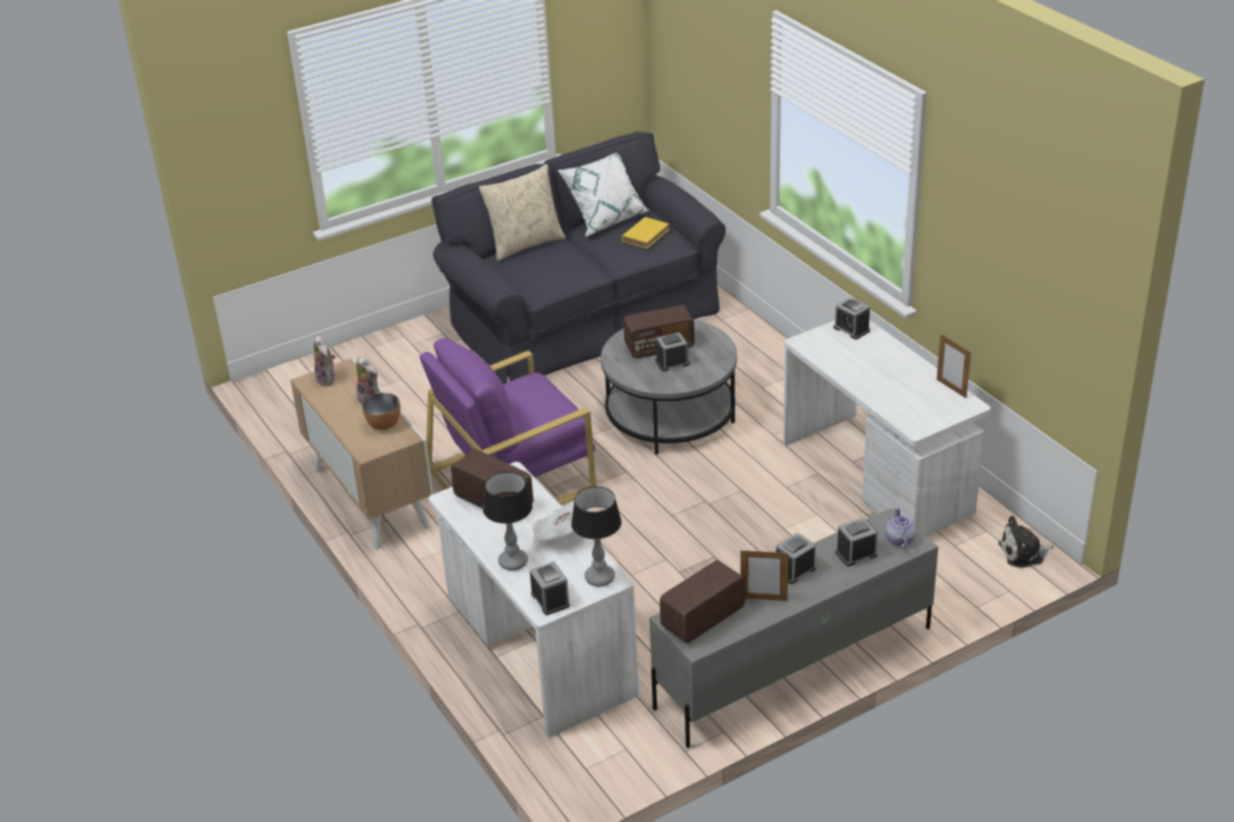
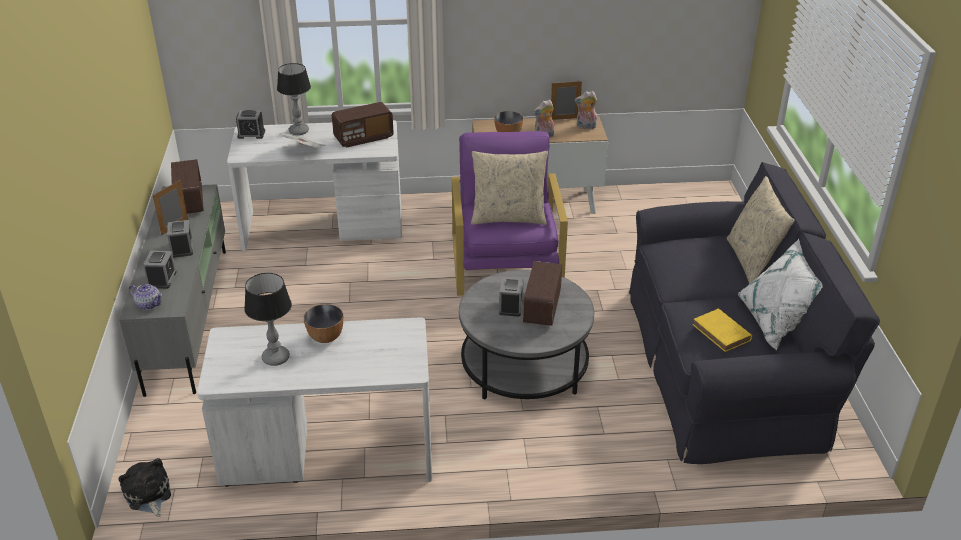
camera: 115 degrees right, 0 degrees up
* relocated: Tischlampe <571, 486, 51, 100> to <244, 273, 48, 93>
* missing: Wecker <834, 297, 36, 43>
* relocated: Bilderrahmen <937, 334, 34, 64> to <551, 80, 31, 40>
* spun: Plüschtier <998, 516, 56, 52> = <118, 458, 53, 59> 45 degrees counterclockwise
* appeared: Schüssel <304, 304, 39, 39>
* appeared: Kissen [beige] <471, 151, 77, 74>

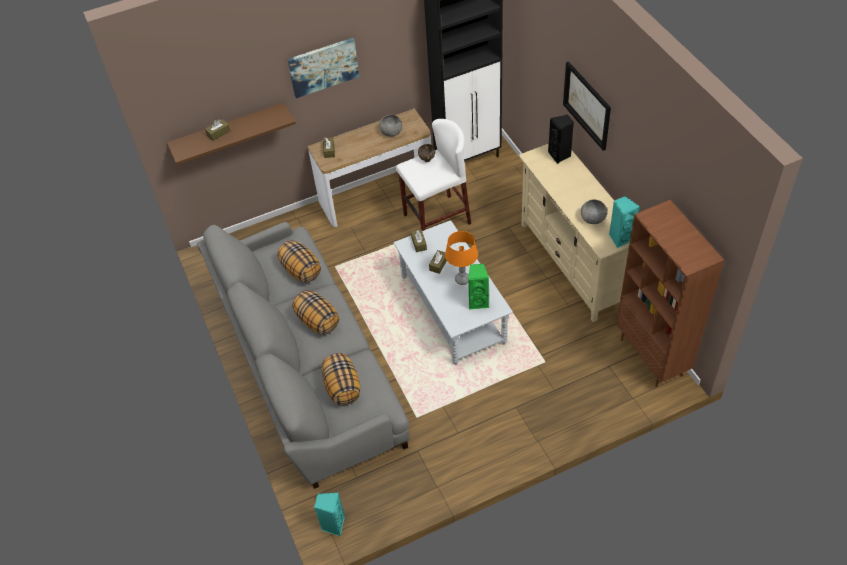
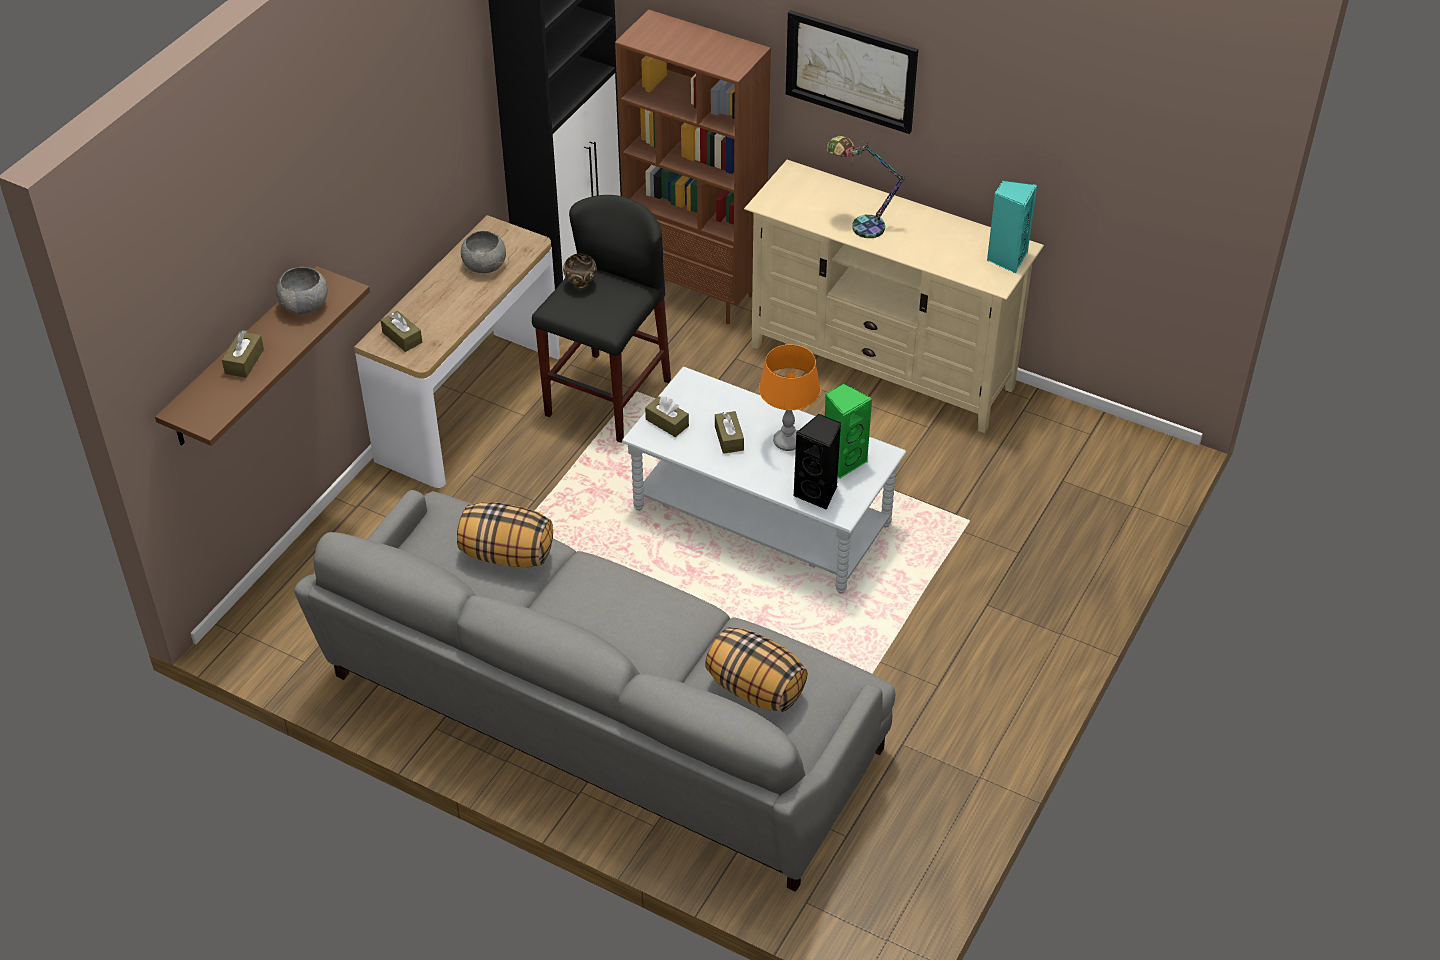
camera: 40 degrees left, 5 degrees down
* missing: Bild <287, 38, 72, 60>
* missing: Kissen <293, 290, 46, 45>
* missing: Lautsprecher [türkis] <314, 493, 31, 43>
* colour: Hocker [weiß] <396, 119, 75, 112> to Hocker [schwarz] <532, 195, 139, 248>
* relocated: Lautsprecher [schwarz] <548, 115, 26, 49> to <794, 414, 47, 96>
* relocated: Schüssel [grau] <581, 199, 26, 25> to <276, 267, 52, 47>
* relocated: Bücherregal [braun] <616, 200, 108, 187> to <615, 9, 156, 315>
* appeared: Tischlampe <826, 136, 82, 102>

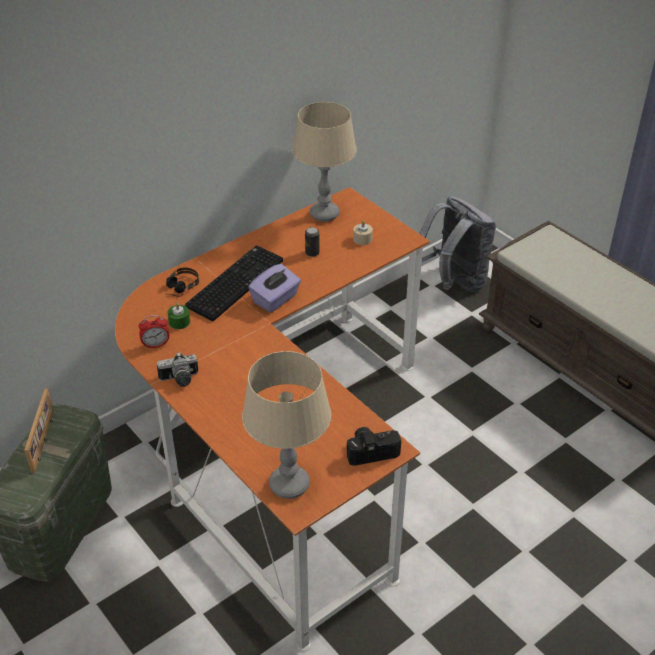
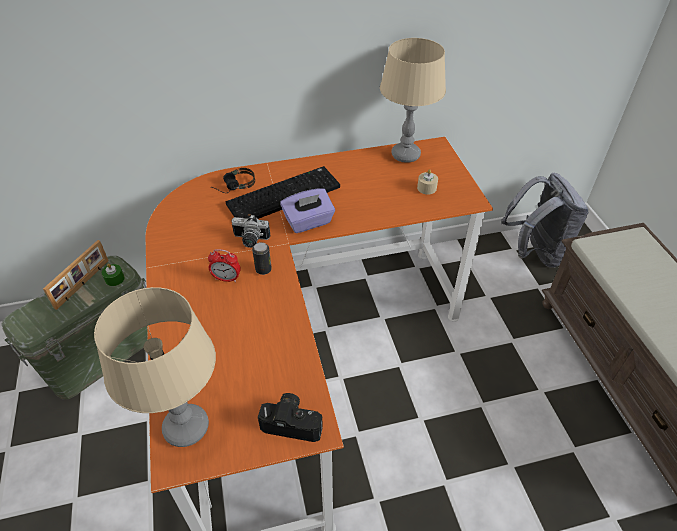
camera: 25 degrees right, 5 degrees up
* relocated: Wecker <139, 315, 30, 34> to <208, 249, 33, 33>
* relocated: Kamera <157, 352, 41, 35> to <232, 215, 39, 33>
* relocated: Kerze [grün] <167, 303, 23, 26> to <102, 264, 23, 22>
* relocated: Dose <305, 227, 14, 30> to <252, 242, 20, 33>

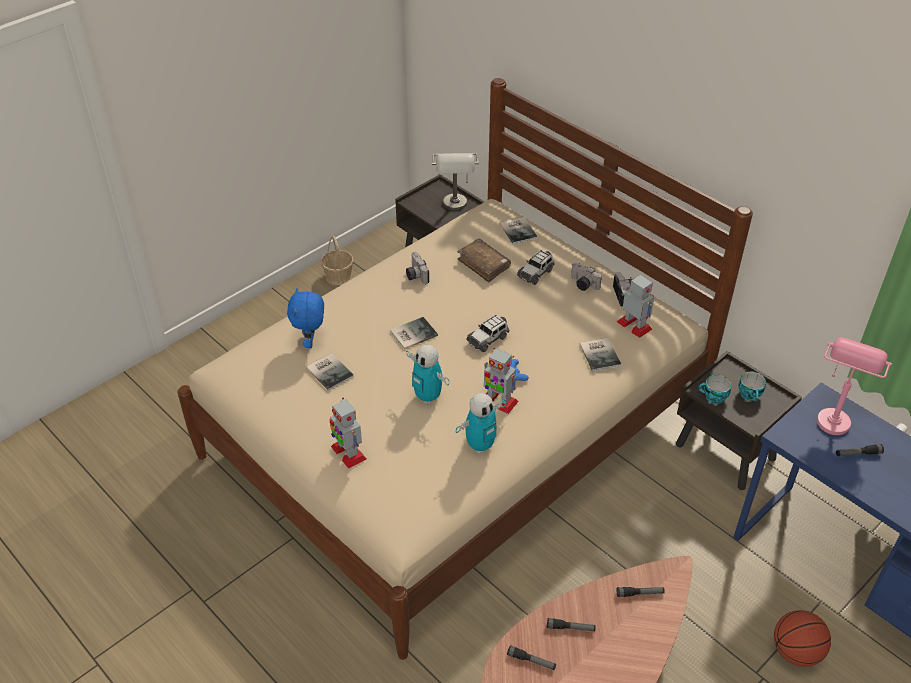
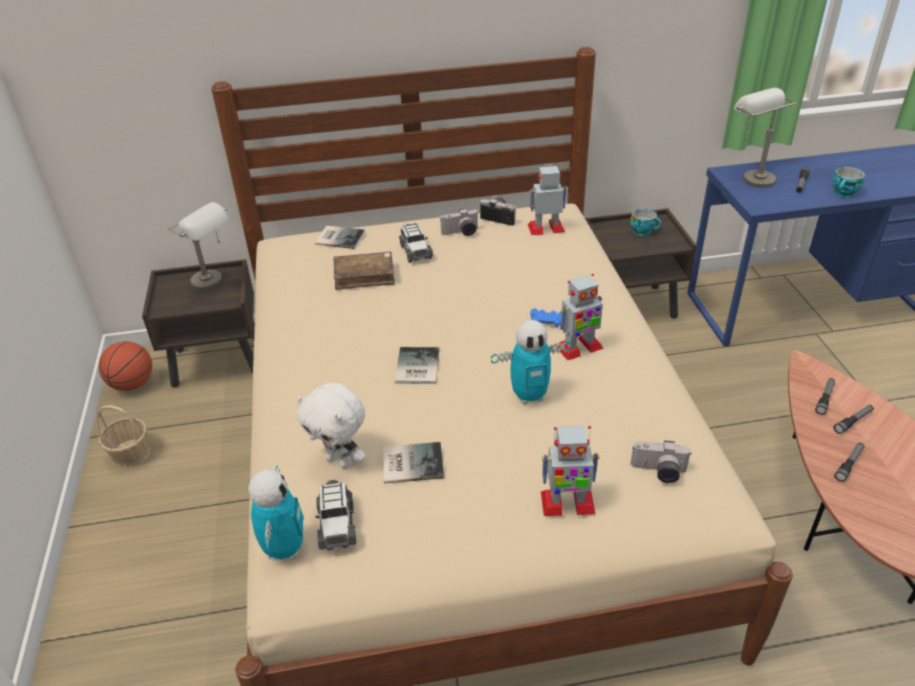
camera: 55 degrees left, 5 degrees down
* colour: Plüschtier [blau] <287, 288, 37, 60> to Plüschtier [weiß] <297, 383, 68, 86>
* relocated: Kamera <406, 252, 23, 32> to <630, 441, 62, 42>
* relocated: Spielzeugroboter <455, 393, 51, 61> to <248, 466, 56, 94>
* relocated: Spielzeugauto <466, 315, 43, 37> to <316, 480, 40, 70>
* relocated: Taschenlampe <507, 645, 49, 25> to <833, 405, 41, 29>
* missing: Buch <579, 338, 42, 33>
* relocated: Tasse <699, 375, 32, 29> to <832, 167, 33, 30>
* relocated: Basketball <774, 610, 57, 57> to <99, 341, 53, 50>
* colour: Tischlampe [rosa] <817, 337, 75, 98> to Tischlampe [grau] <734, 88, 62, 100>

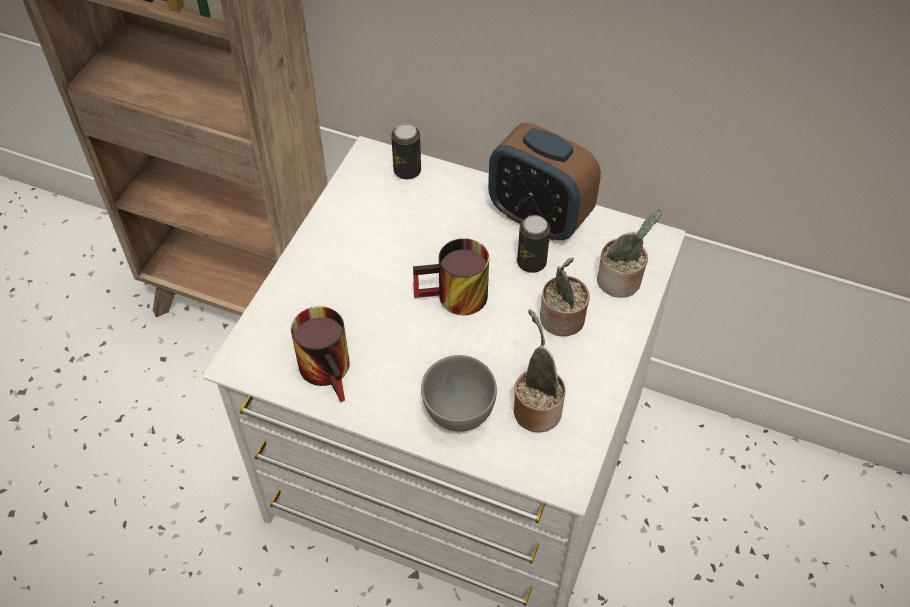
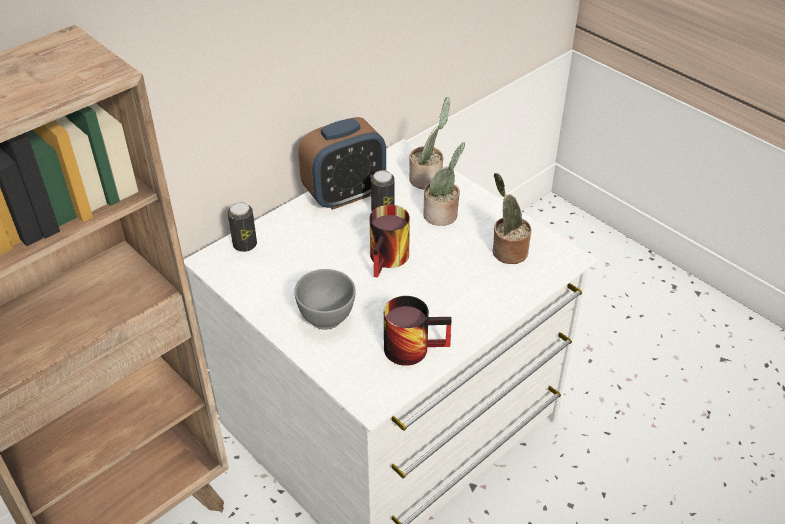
camera: 65 degrees left, 10 degrees down
* relocated: Schüssel [grau] <421, 355, 76, 77> to <295, 269, 61, 61>

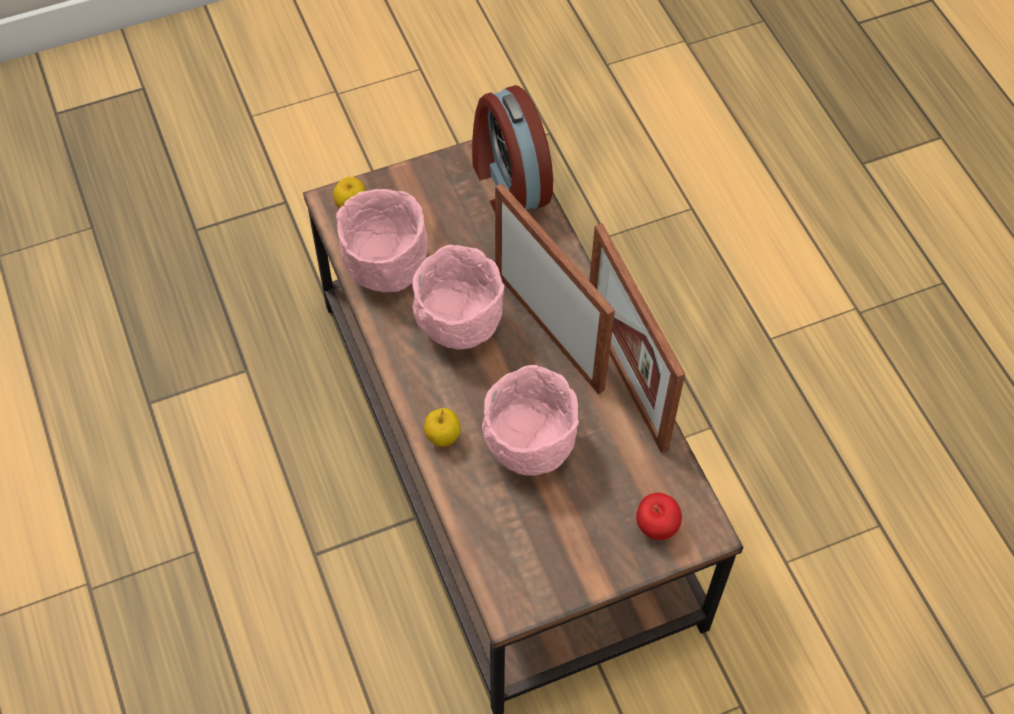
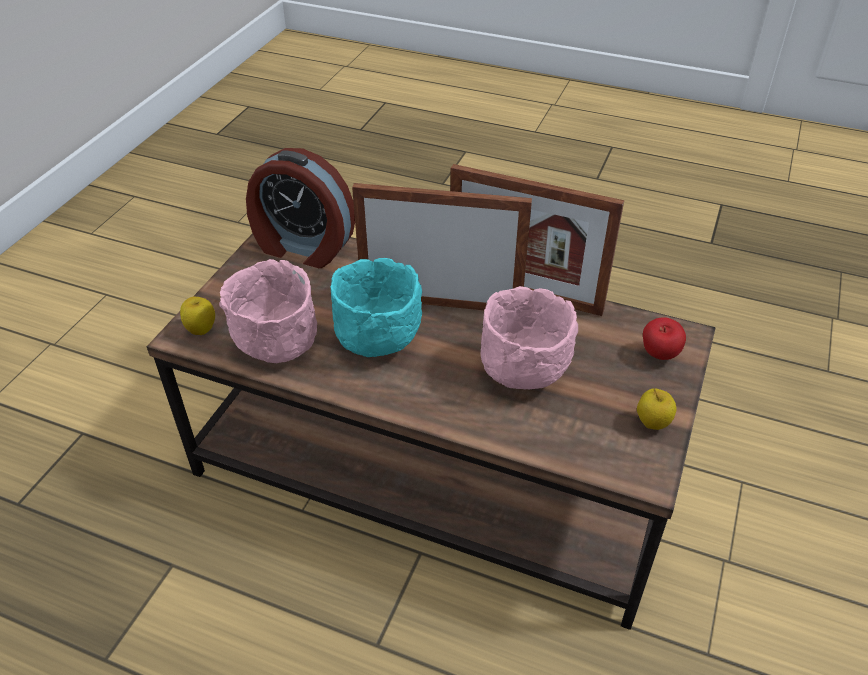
camera: 45 degrees left, 15 degrees down
* colour: Schüssel [rosa] <412, 245, 93, 105> to Schüssel [türkis] <331, 258, 91, 99>
* relocated: Apfel <424, 408, 37, 39> to <637, 388, 39, 42>

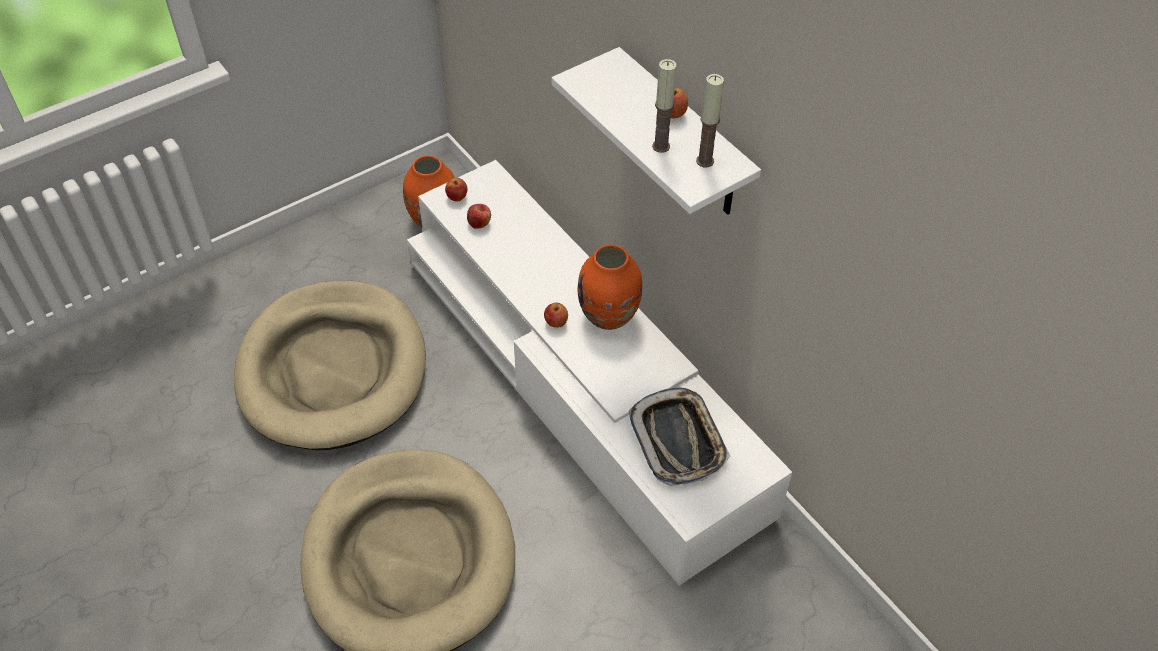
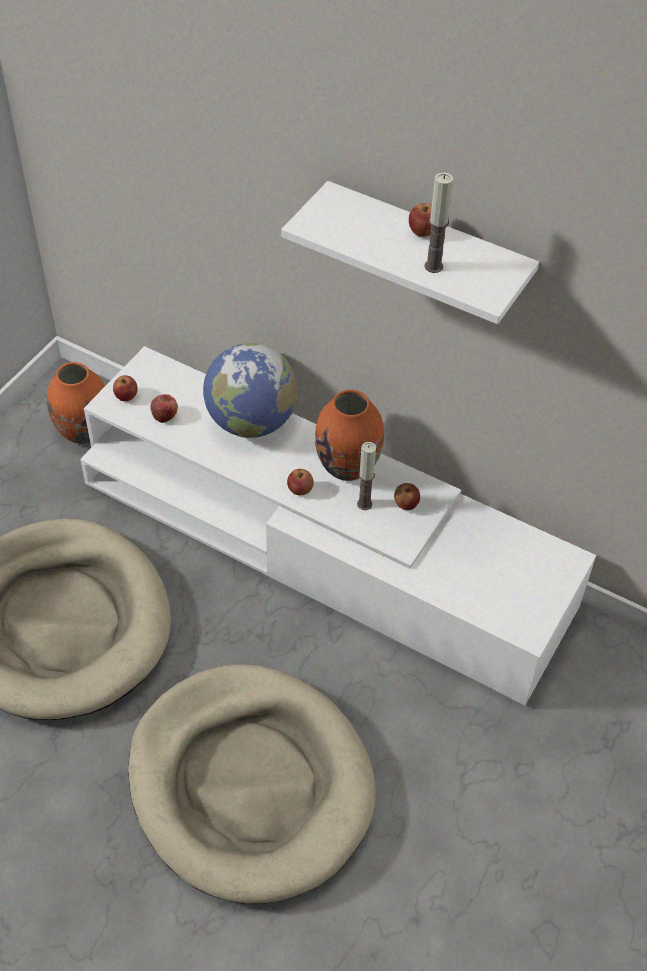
camera: 25 degrees left, 0 degrees up
* missing: Tablett <628, 387, 102, 99>
* relocated: Kerze <696, 74, 28, 94> to <357, 442, 19, 68>
* appeared: Globus <203, 343, 95, 95>
* appeared: Apfel <394, 483, 26, 27>

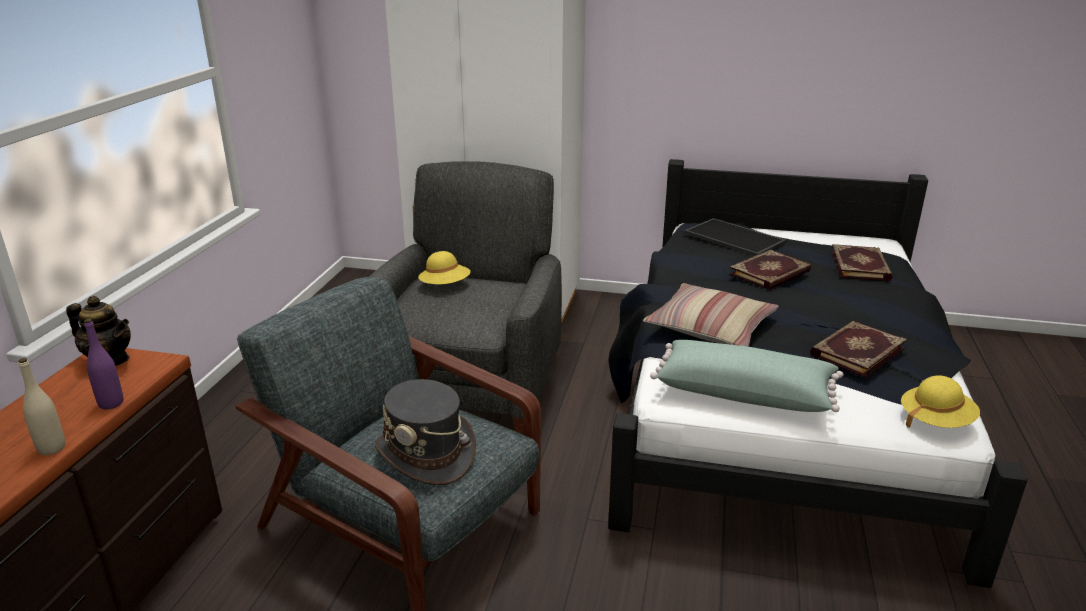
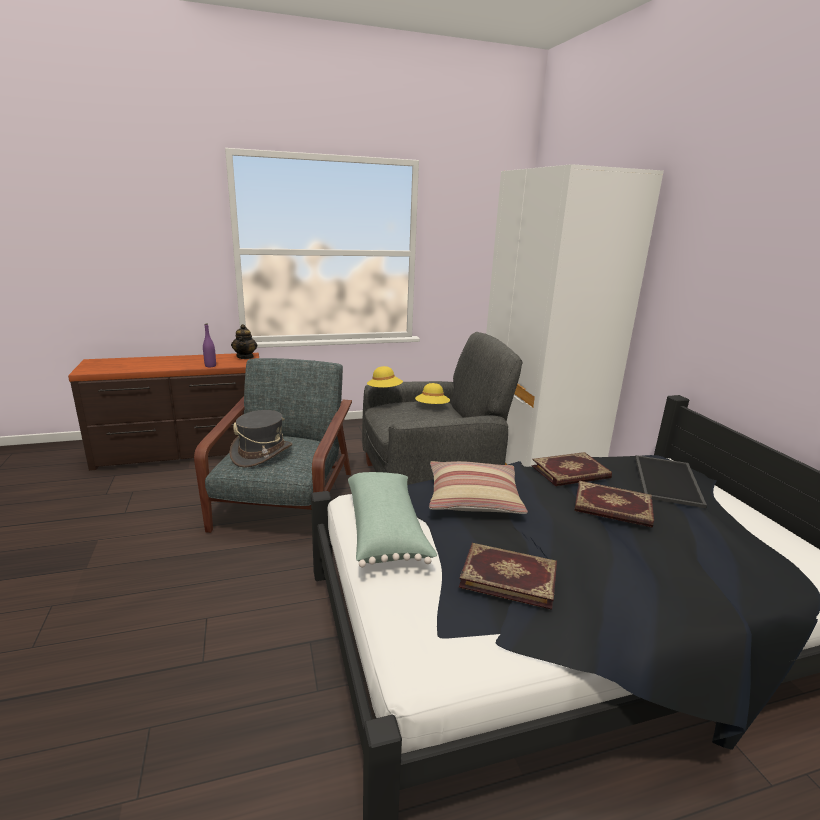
camera: 60 degrees right, 5 degrees down
* missing: Flasche [beige] <18, 358, 47, 97>
* relocated: Buch <831, 244, 61, 37> to <532, 452, 80, 34>
* relocated: Hut [gelb] <901, 375, 79, 53> to <367, 366, 36, 22>

